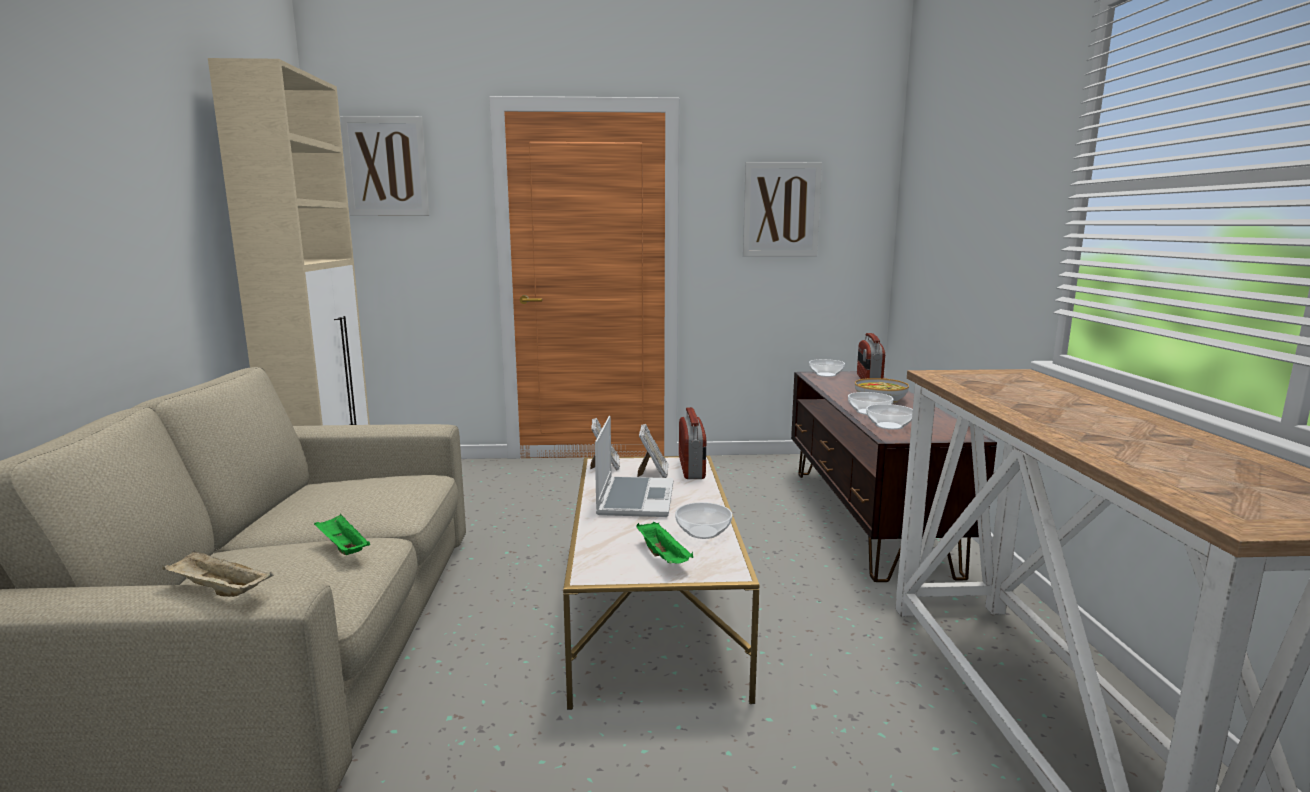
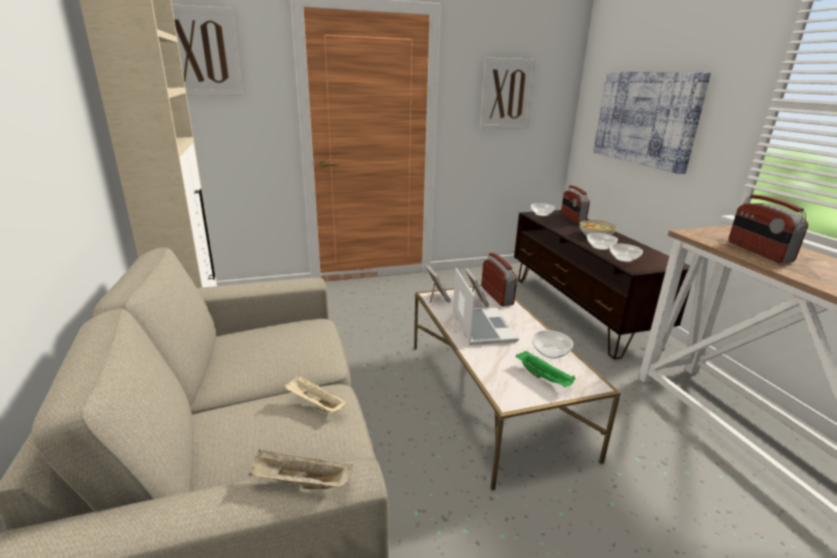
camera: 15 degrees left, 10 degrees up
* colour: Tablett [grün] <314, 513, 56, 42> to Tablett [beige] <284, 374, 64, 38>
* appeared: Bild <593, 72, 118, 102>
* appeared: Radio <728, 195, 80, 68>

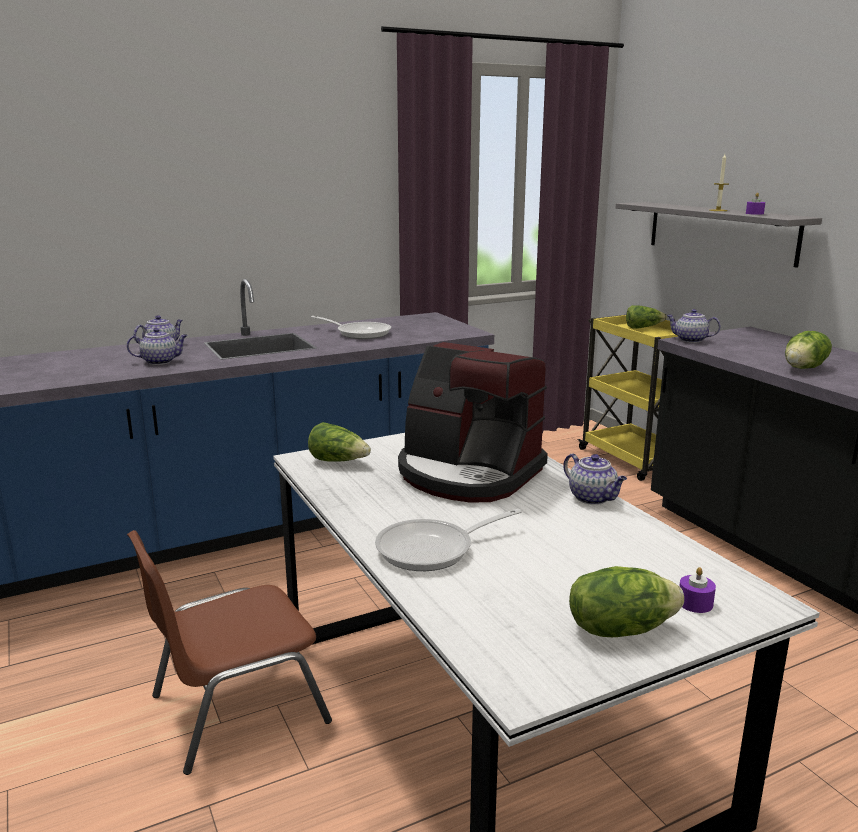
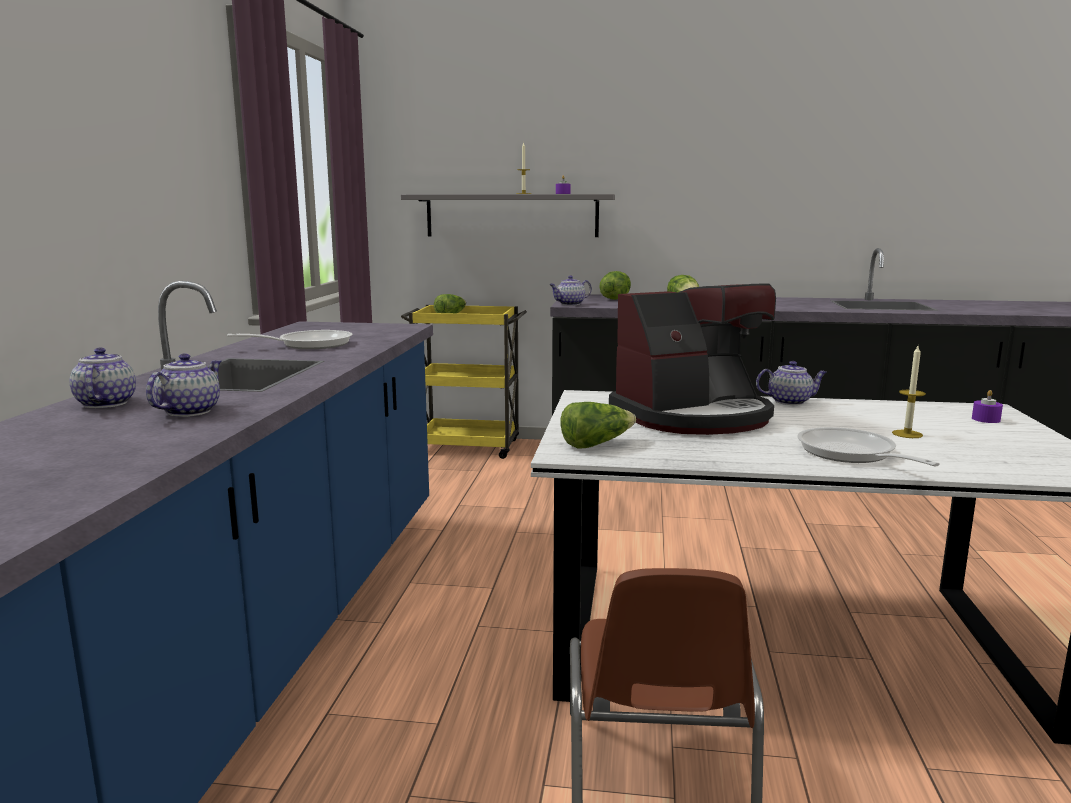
camera: 55 degrees left, 5 degrees down
* spun: Pfanne <375, 509, 147, 62> = <797, 427, 143, 40> 150 degrees clockwise
* relocated: Salatkopf <569, 566, 115, 71> to <599, 271, 32, 29>
* appeared: Kerze <892, 346, 34, 92>

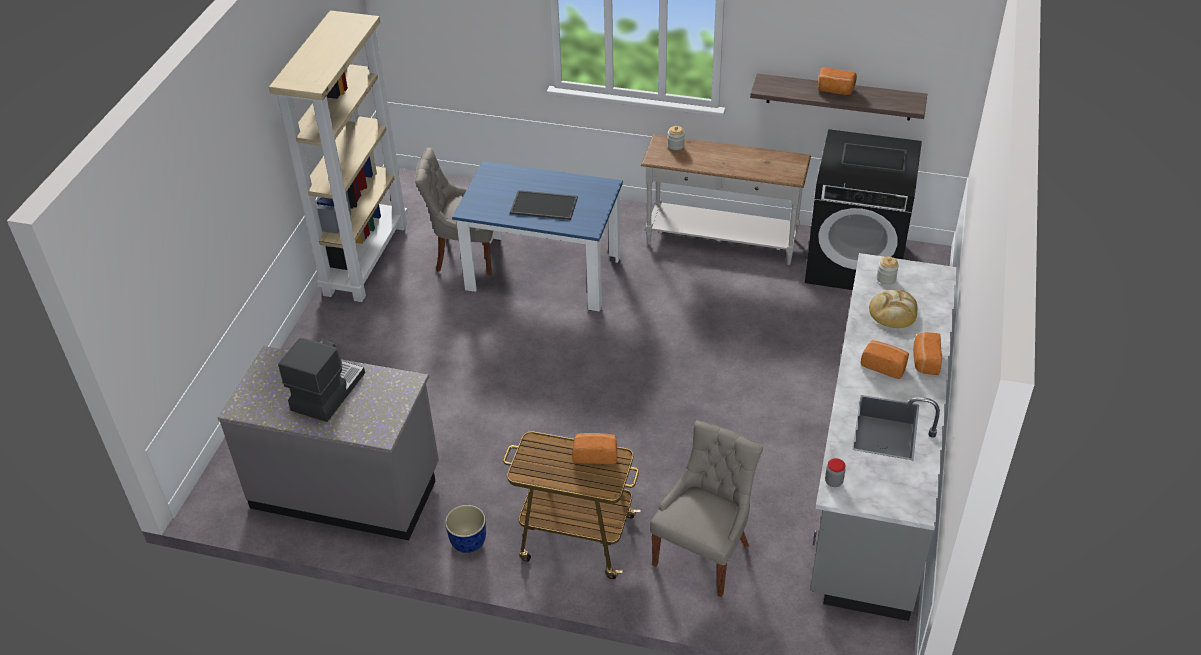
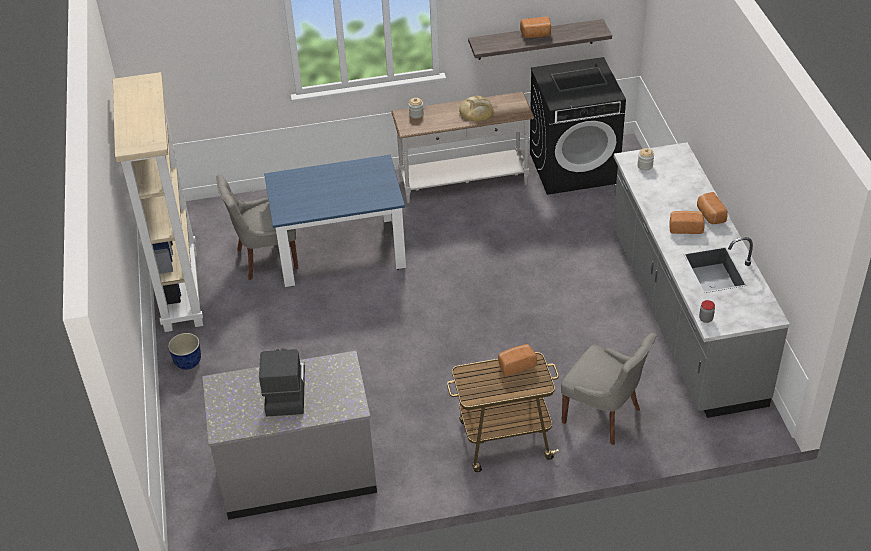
camera: 25 degrees left, 0 degrees up
* relocated: Pflanzkübel <445, 505, 41, 48> to <168, 333, 33, 37>
* missing: Tablett <510, 190, 68, 30>
* spun: Stuhl [grau] <650, 420, 113, 177> = <561, 333, 96, 112> 120 degrees clockwise
* relocated: Brot <869, 290, 48, 38> to <459, 96, 35, 25>

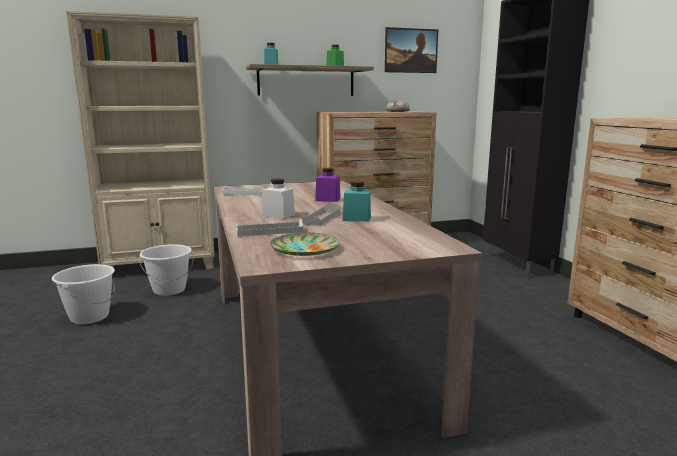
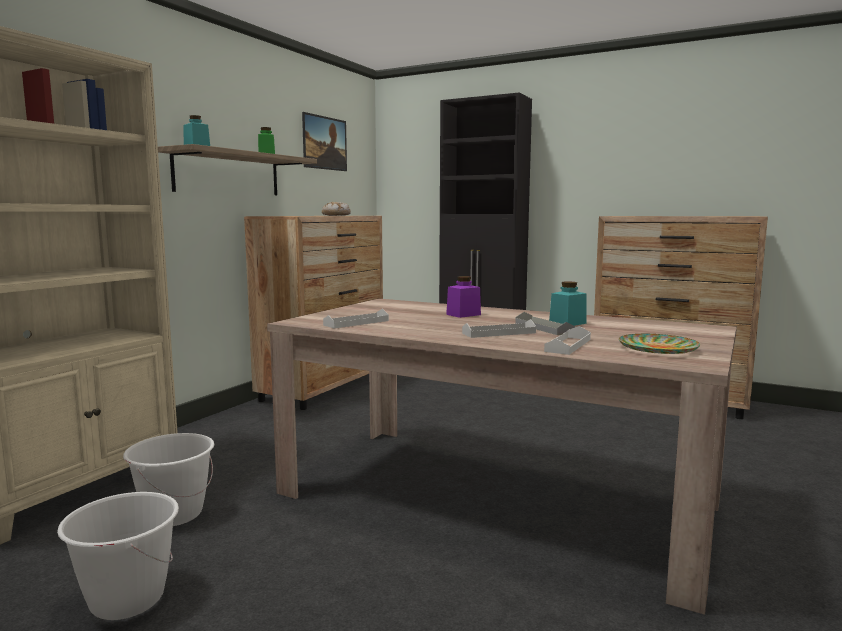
camera: 45 degrees left, 5 degrees down
* exchanged: Vorratsglas [weiß] <262, 178, 33, 41> to Tablett [weiß] <462, 319, 74, 19>

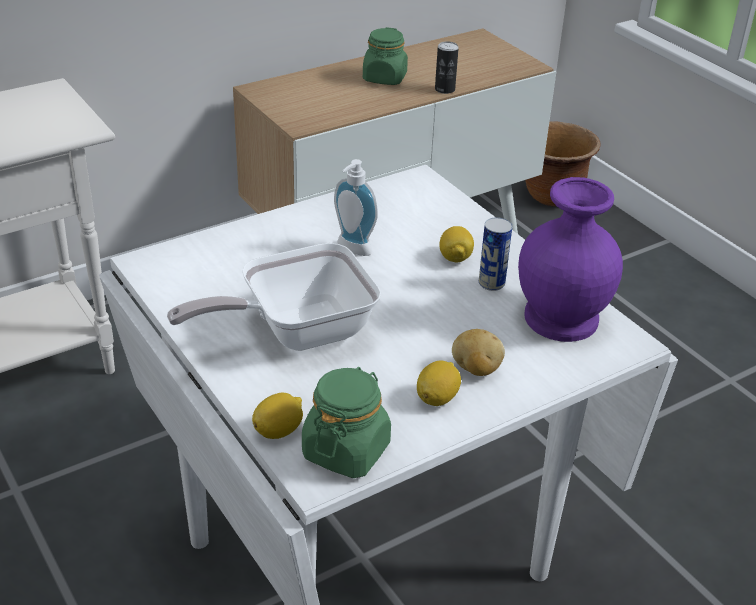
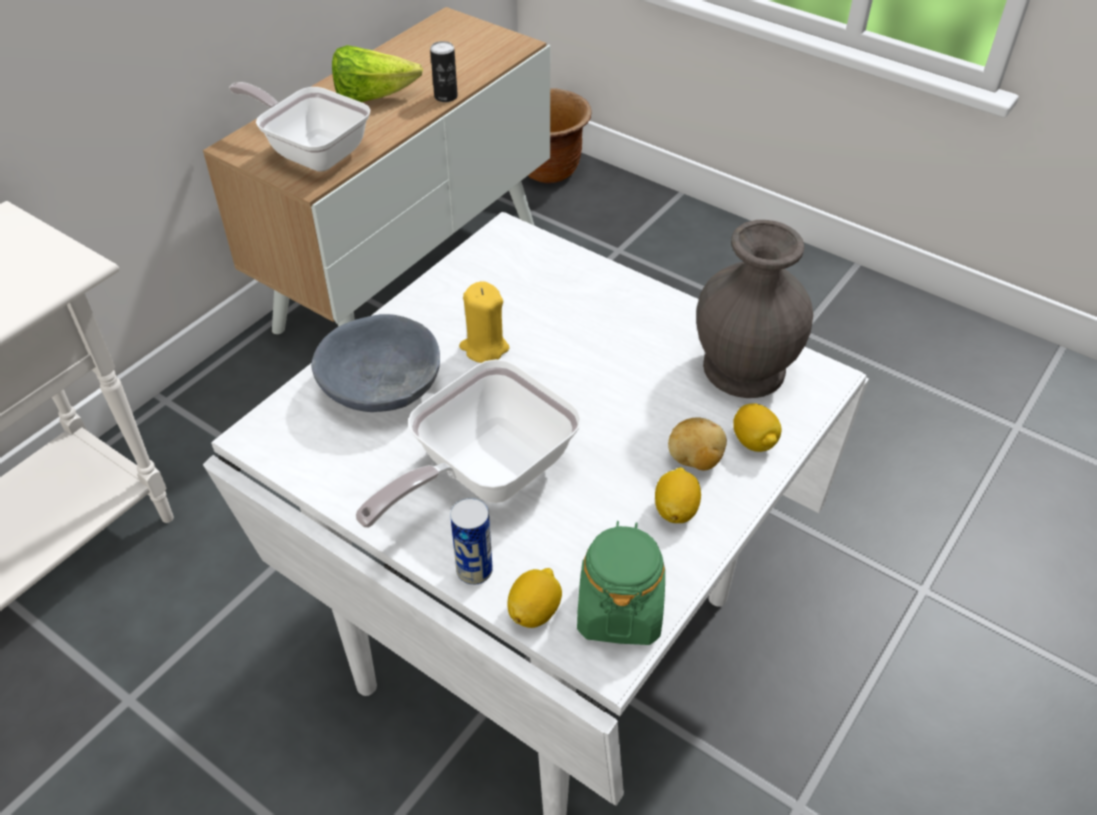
camera: 20 degrees left, 10 degrees up
* exchanged: Seifenspender <334, 159, 44, 97> to Kerze [gelb] <459, 281, 50, 82>
* exchanged: Vorratsglas [grün] <363, 27, 45, 58> to Salatkopf <332, 45, 91, 57>
* relocated: Zitrone <439, 226, 35, 36> to <733, 403, 48, 49>
* relocated: Dose <479, 217, 33, 74> to <450, 498, 43, 87>
* colour: Vase [lila] <518, 177, 105, 165> to Vase [grau] <696, 220, 117, 178>
* appeared: Pfanne <229, 82, 141, 90>
* appeared: Schüssel [grau] <311, 314, 129, 98>

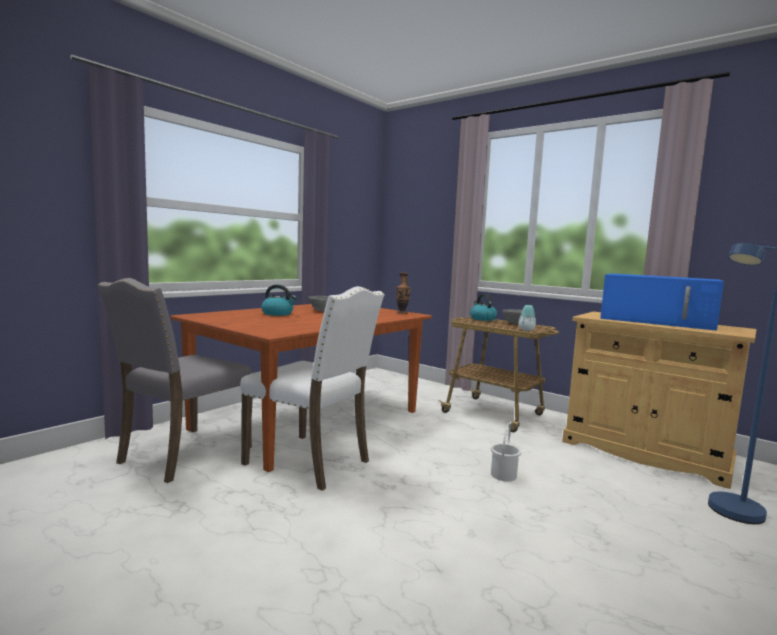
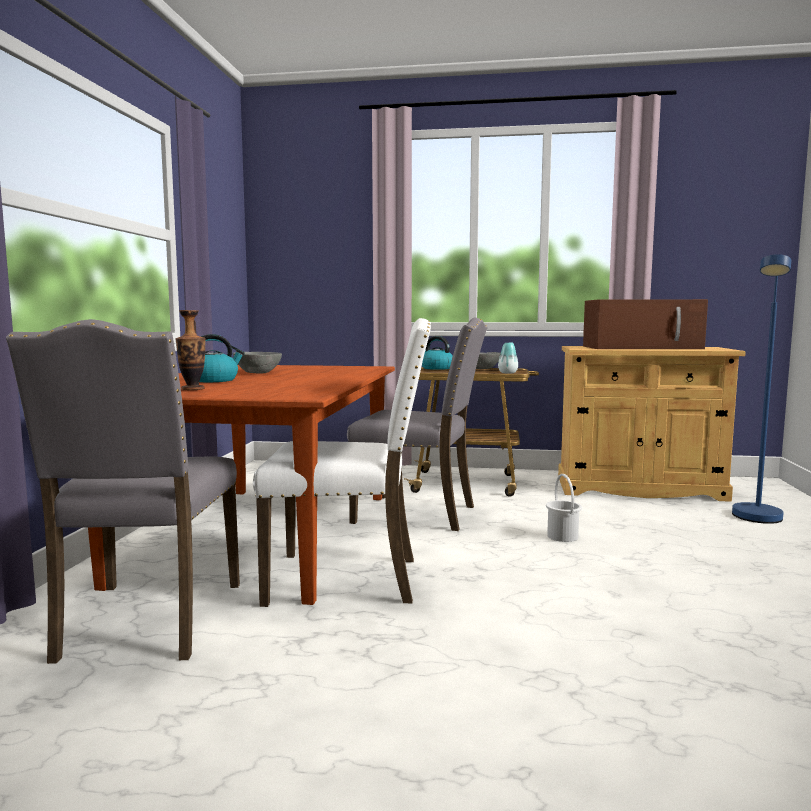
camera: 30 degrees left, 0 degrees up
* relocated: Vase <396, 273, 15, 41> to <176, 310, 30, 80>
* colour: Mikrowelle [blau] <600, 273, 124, 58> to Mikrowelle [braun] <583, 299, 125, 50>
* appeared: Stuhl [grau] <347, 317, 141, 214>

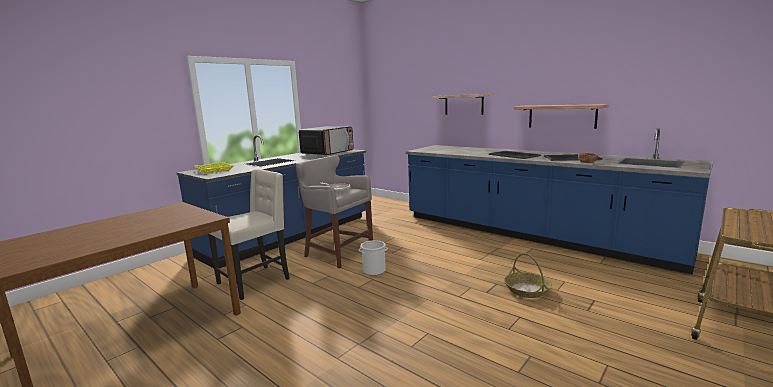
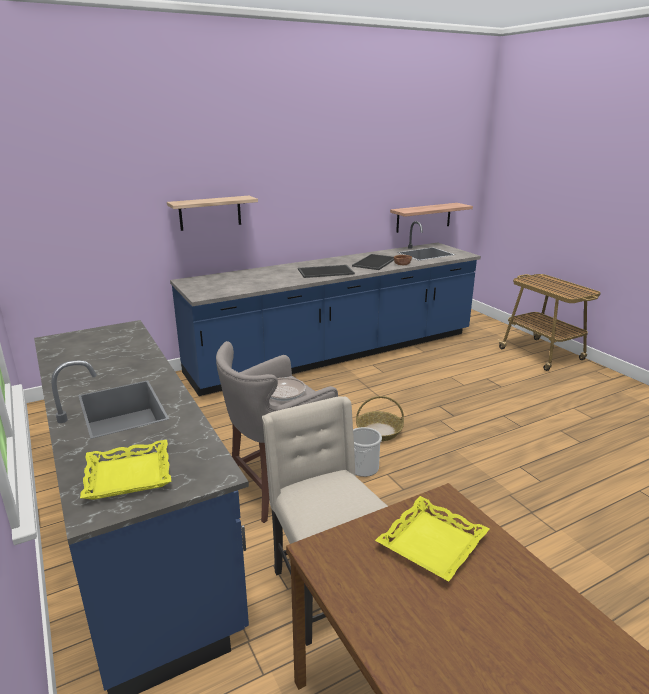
camera: 70 degrees left, 10 degrees up
* missing: Mikrowelle <299, 126, 55, 30>
* relocated: Korb <504, 253, 48, 45> to <356, 396, 48, 45>
* relocated: Wandregal <513, 104, 96, 25> to <390, 203, 83, 30>
* appeared: Tablett [gelb] <375, 496, 114, 85>

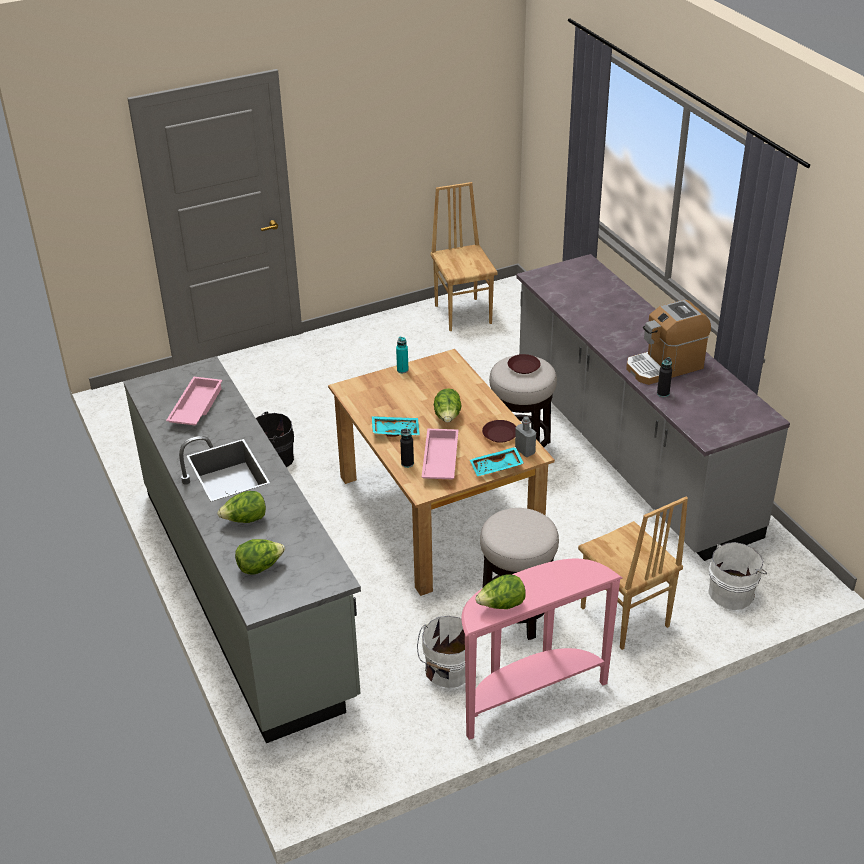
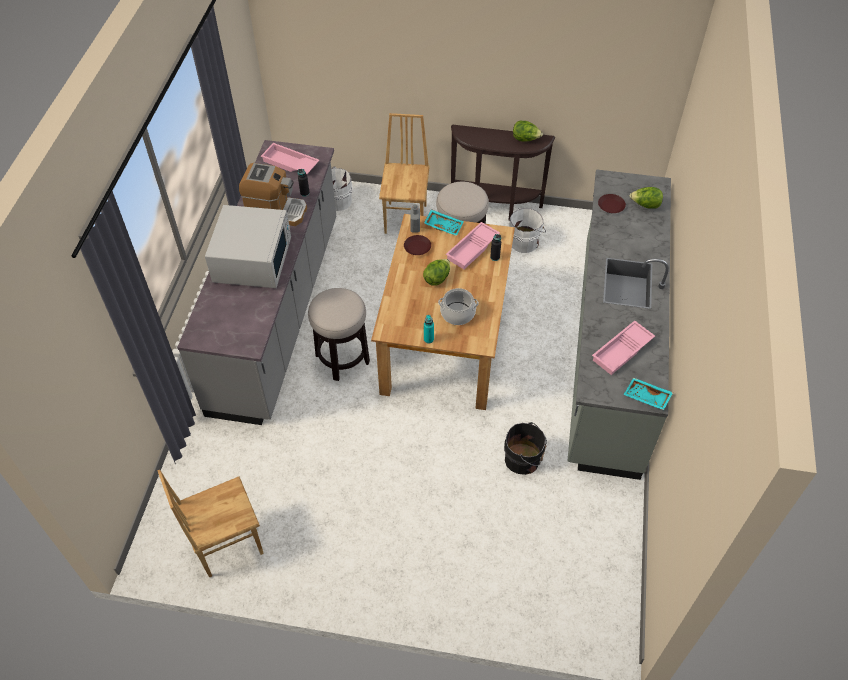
camera: 145 degrees left, 15 degrees up
* missing: Salatkopf <218, 491, 48, 32>
* relocated: Tablett [türkis] <372, 416, 48, 21> to <623, 378, 50, 32>
* spun: Stuhl [braun] <430, 182, 68, 149> = <158, 470, 106, 108> 45 degrees clockwise
* colour: Konsolentisch [rosa] <461, 559, 161, 181> to Konsolentisch [braun] <451, 125, 104, 96>
* relocated: Teller [braun] <508, 354, 33, 20> to <598, 194, 28, 19>
* appeared: Mikrowelle [weiß] <205, 205, 86, 83>
* appeared: Tablett [rosa] <261, 143, 59, 31>
* appeared: Kochtopf <438, 288, 41, 37>

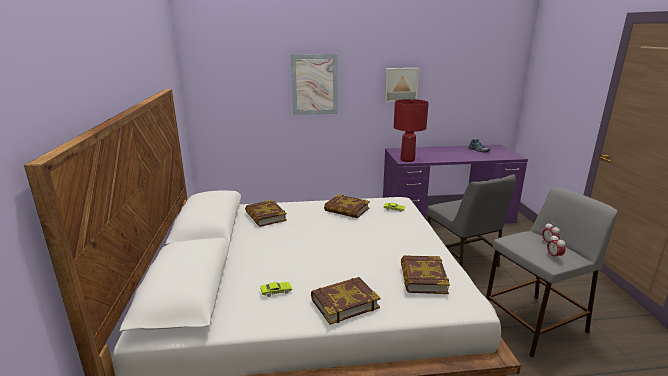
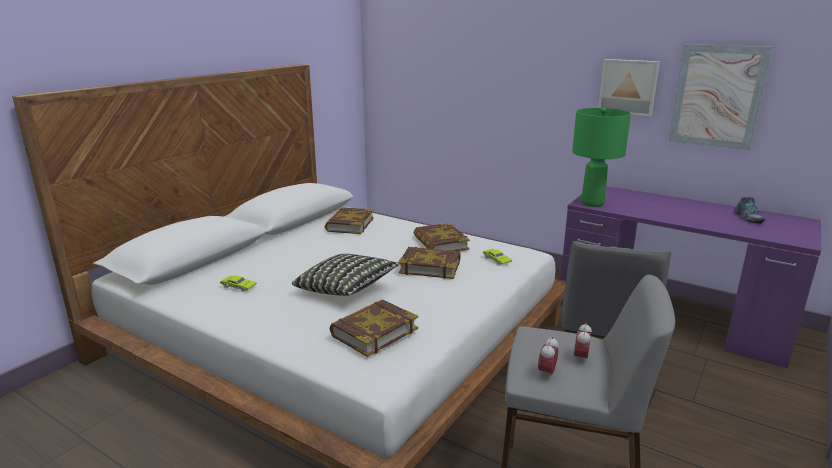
camera: 40 degrees right, 0 degrees up
* relocated: Bild <291, 54, 47, 61> to <668, 44, 105, 106>
* relocated: Buch <311, 277, 69, 48> to <398, 247, 63, 32>
* colour: Tischlampe [rot] <394, 99, 35, 63> to Tischlampe [grün] <572, 108, 59, 99>
* appeared: Kissen <292, 254, 108, 42>

